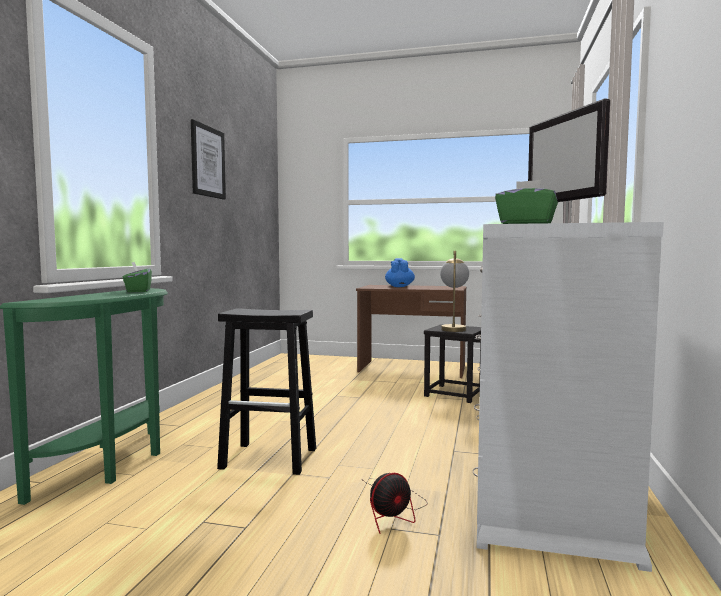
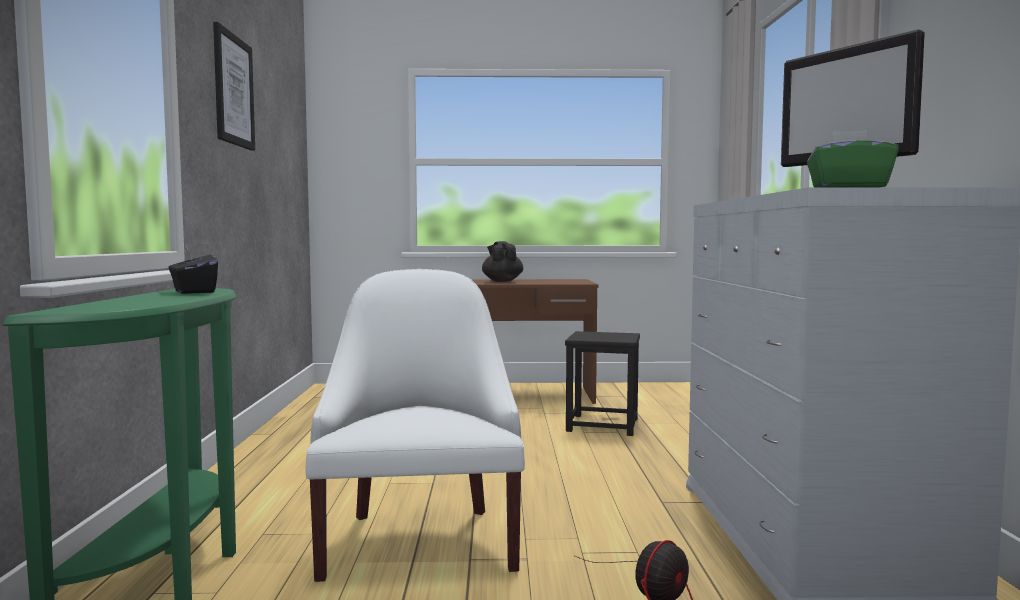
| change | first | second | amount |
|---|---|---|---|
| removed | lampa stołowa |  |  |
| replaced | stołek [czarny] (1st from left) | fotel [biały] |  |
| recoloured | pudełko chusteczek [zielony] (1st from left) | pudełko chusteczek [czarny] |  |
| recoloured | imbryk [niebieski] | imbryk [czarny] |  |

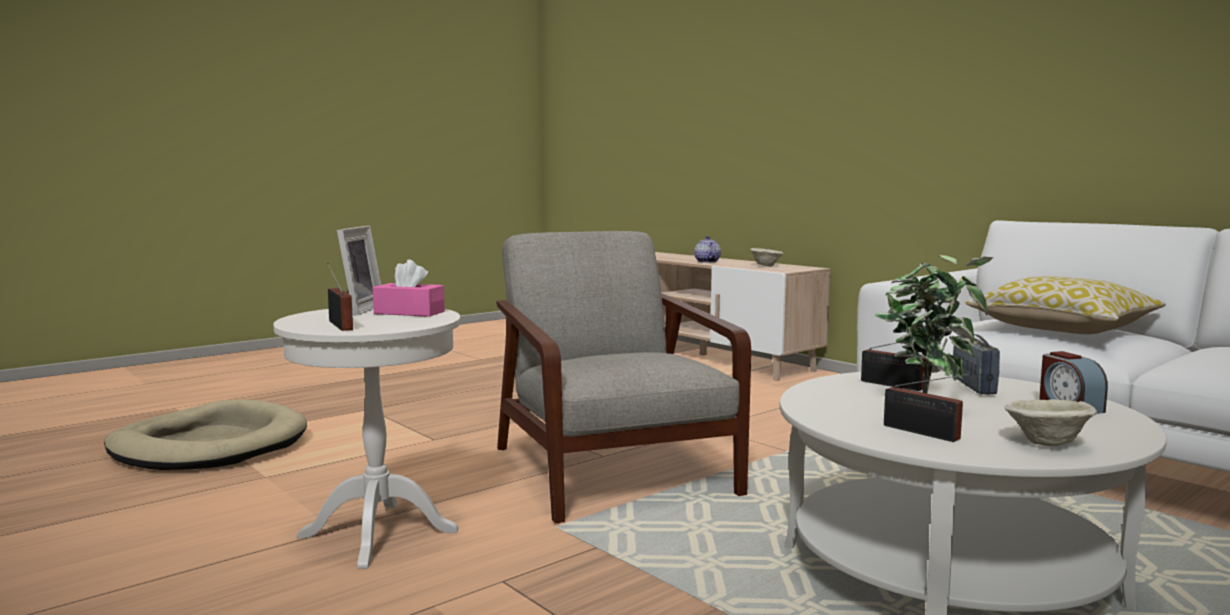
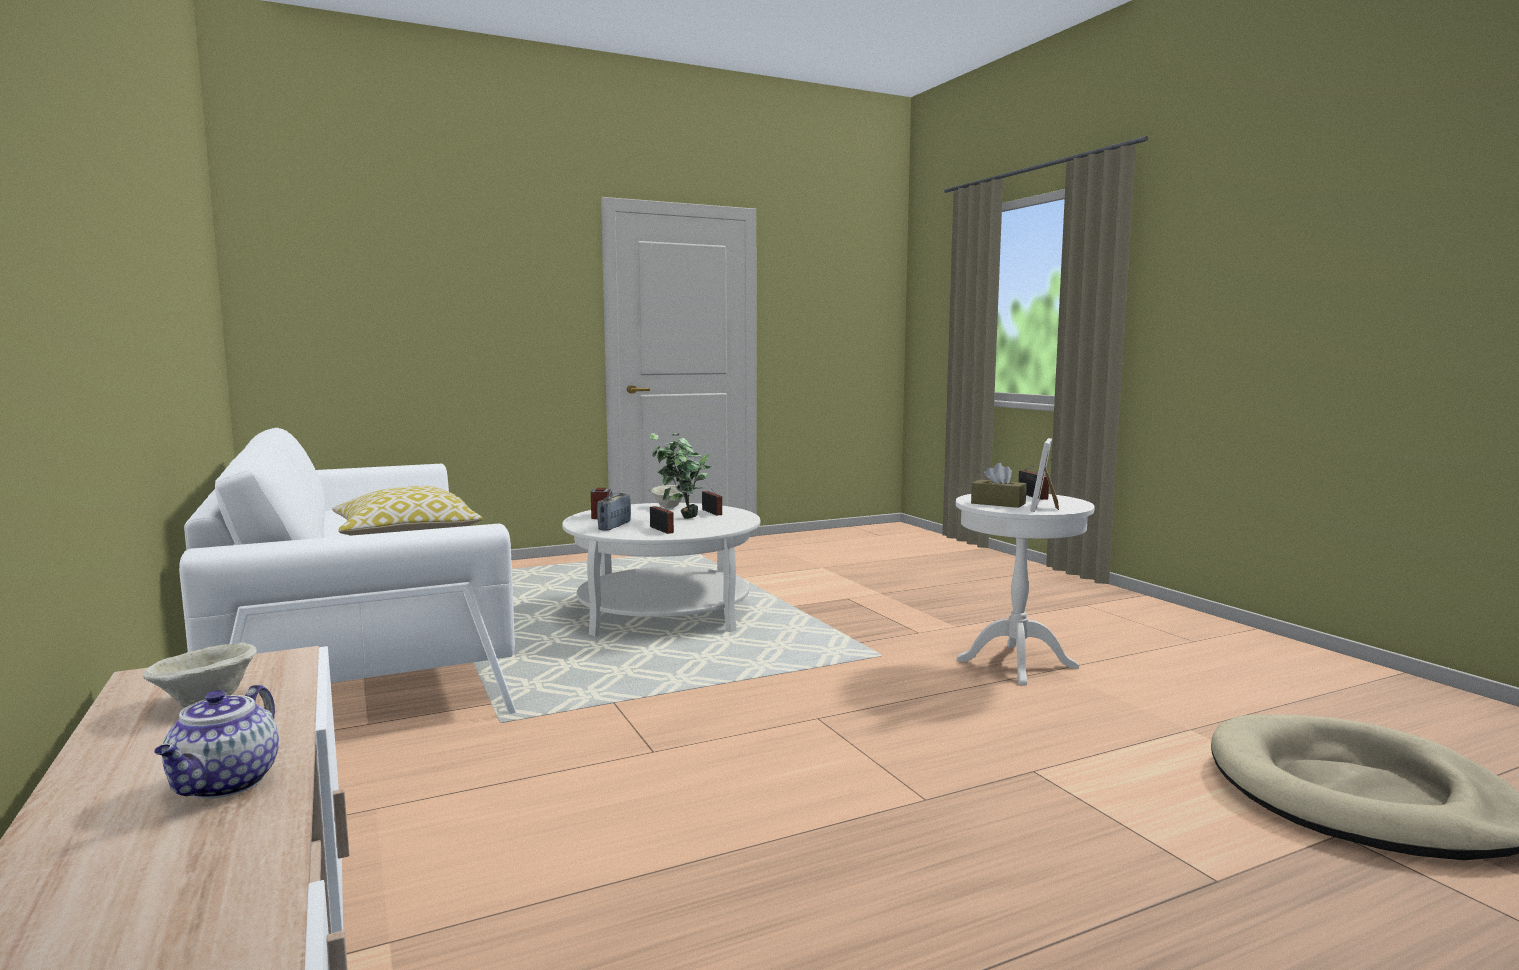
| change | first | second | amount |
|---|---|---|---|
| removed | fotel [szary] |  |  |
| recoloured | pudełko chusteczek [różowy] | pudełko chusteczek [brązowy] |  |

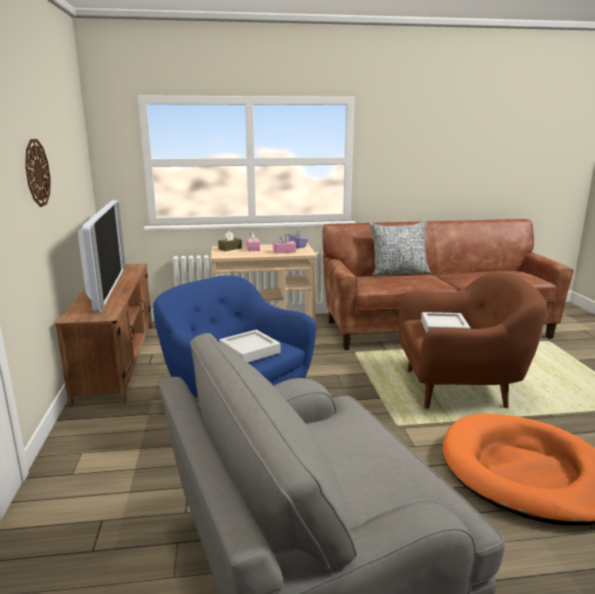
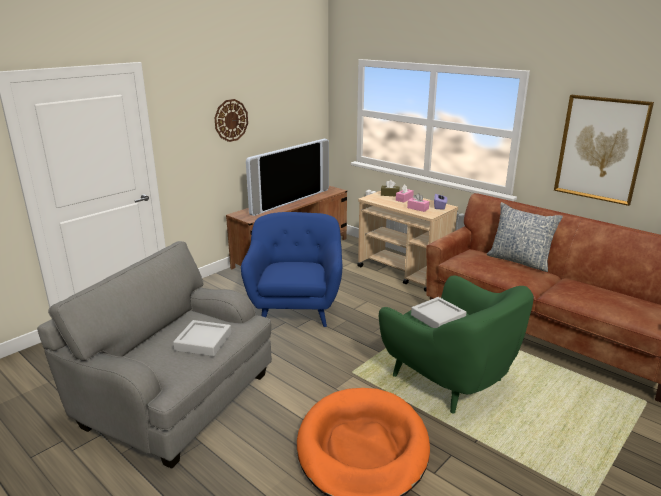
| change | first | second | amount |
|---|---|---|---|
| added |  | obraz |  |
| moved | taca [szary] (1st from left) |  |  |
| recoloured | fotel [brązowy] | fotel [zielony] |  |

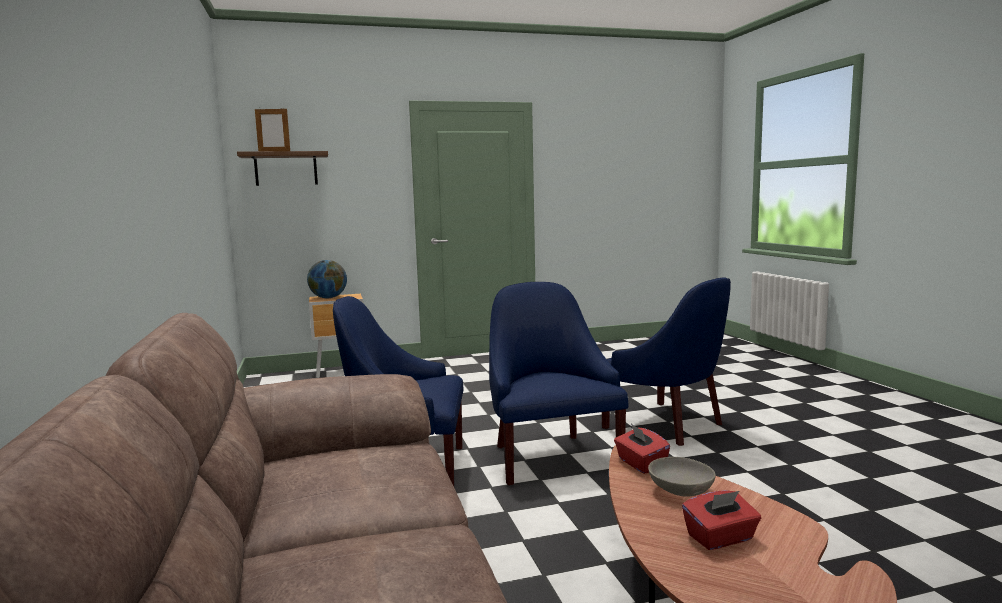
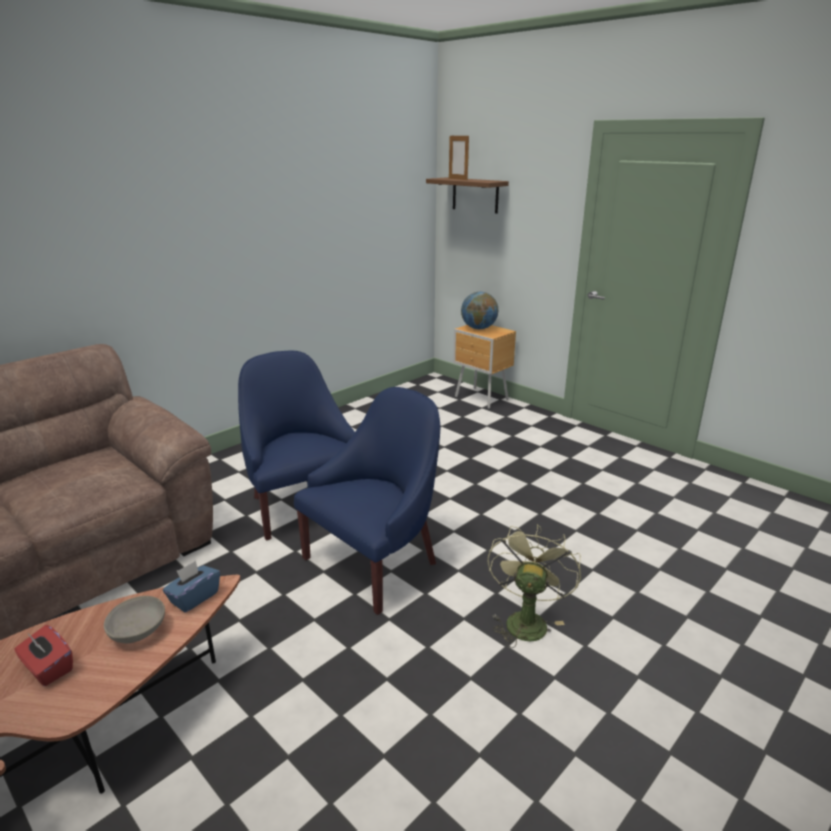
| change | first | second | amount |
|---|---|---|---|
| replaced | fotel [niebieski] (3rd from left) | wentylator [zielony] |  |
| recoloured | pudełko chusteczek [czerwony] (1st from left) | pudełko chusteczek [niebieski] |  |

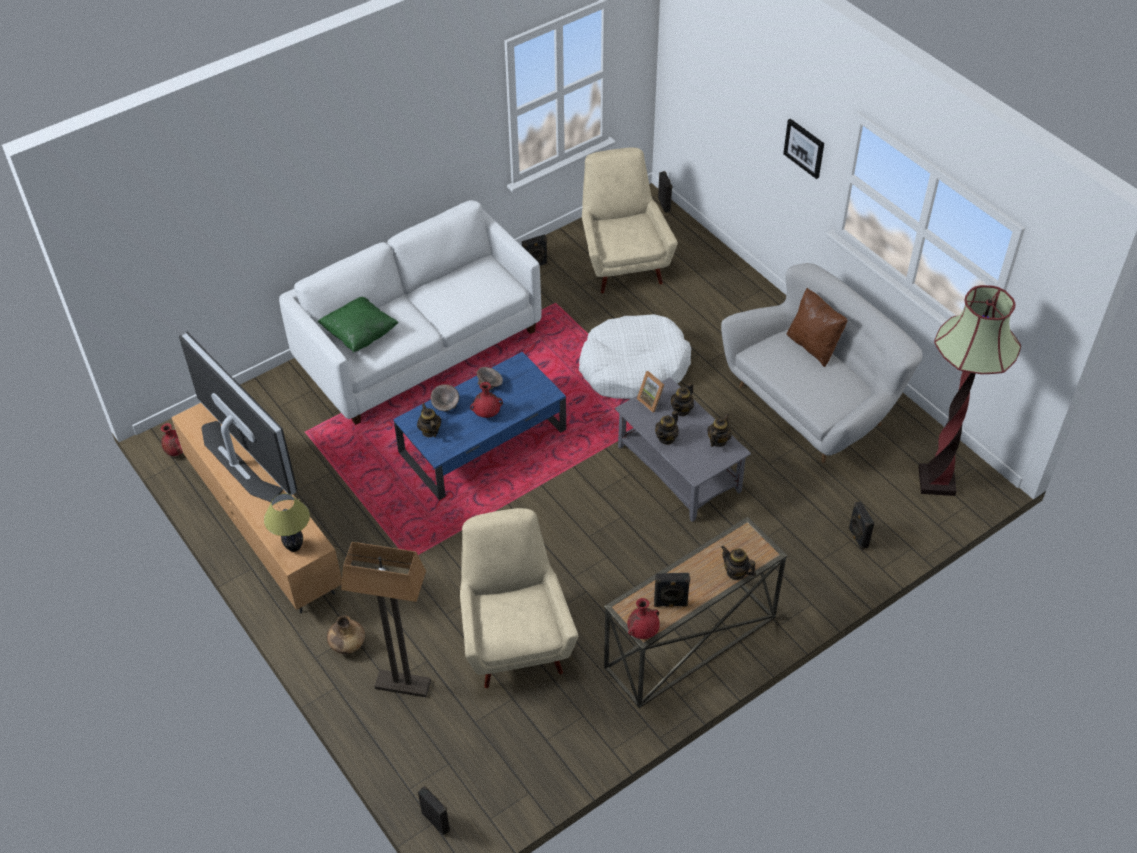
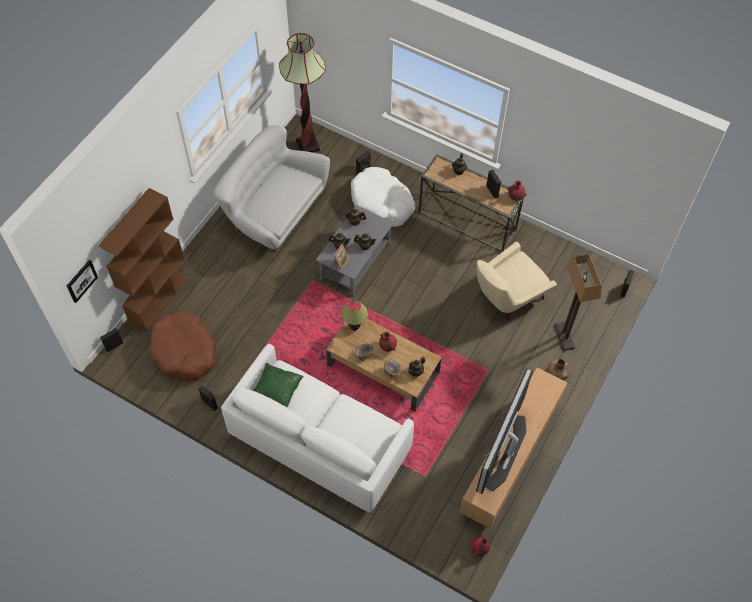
| change | first | second | amount |
|---|---|---|---|
| removed | poduszka [brązowy] |  |  |
| added |  | regał [brązowy] |  |
| moved | lampa stołowa |  |  |
| moved | poduszka [zielony] |  |  |
| moved | legowisko [biały] |  |  |
| moved | obraz |  |  |
| replaced | fotel [beżowy] (2nd from left) | legowisko [brązowy] |  |
| recoloured | ława [niebieski] | ława [brązowy] |  |

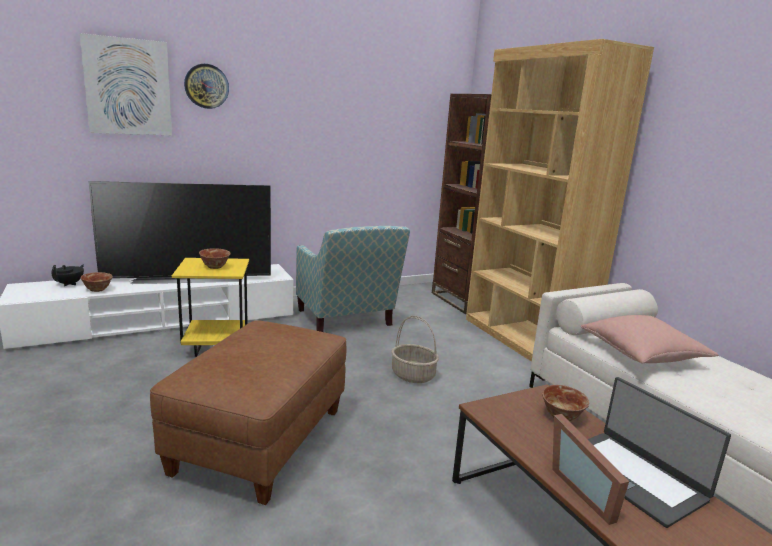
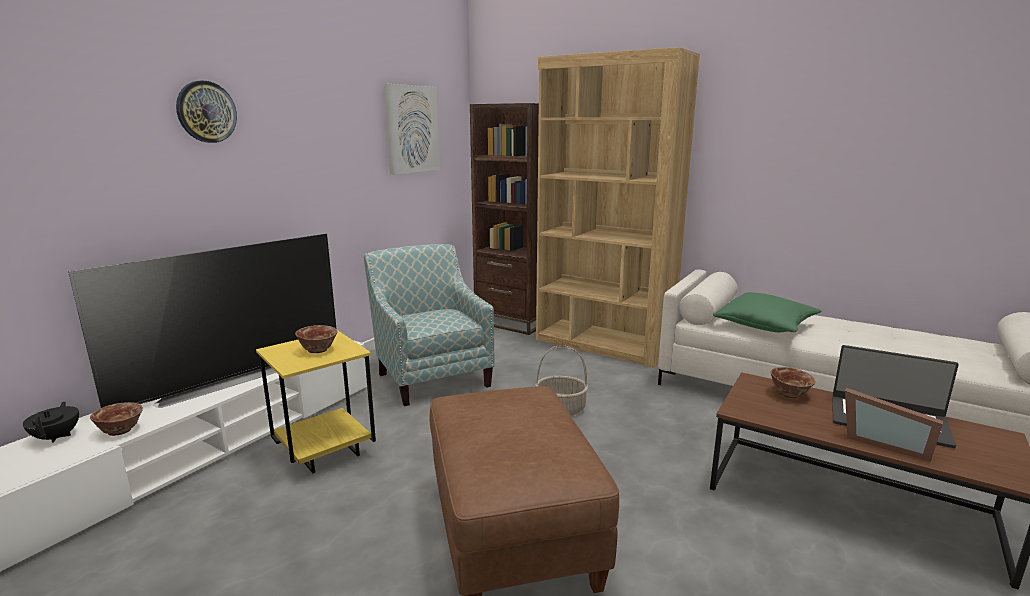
| change | first | second | amount |
|---|---|---|---|
| moved | obraz |  |  |
| recoloured | poduszka [różowy] | poduszka [zielony] |  |
| turned | fotel |  | 150 degrees counterclockwise |

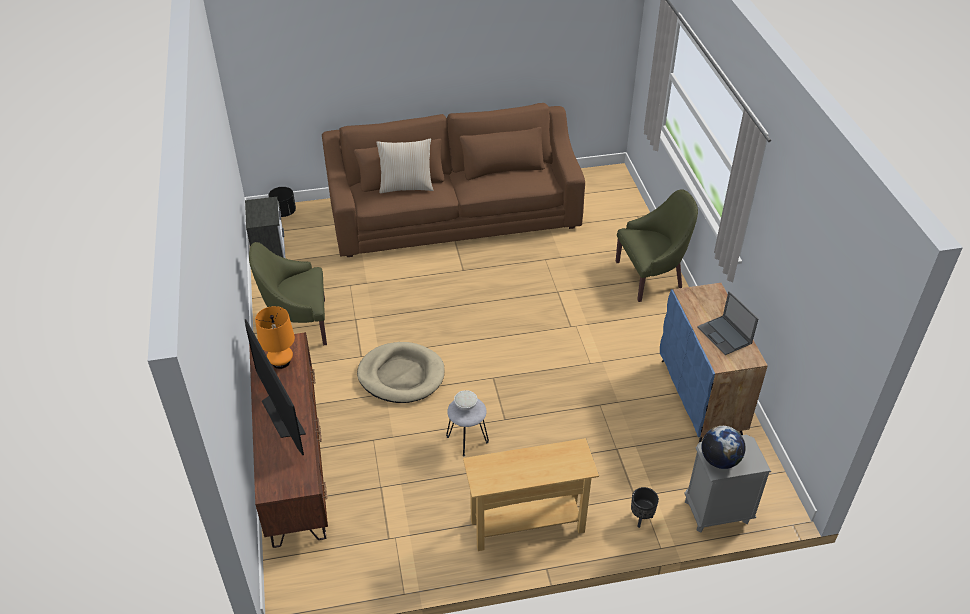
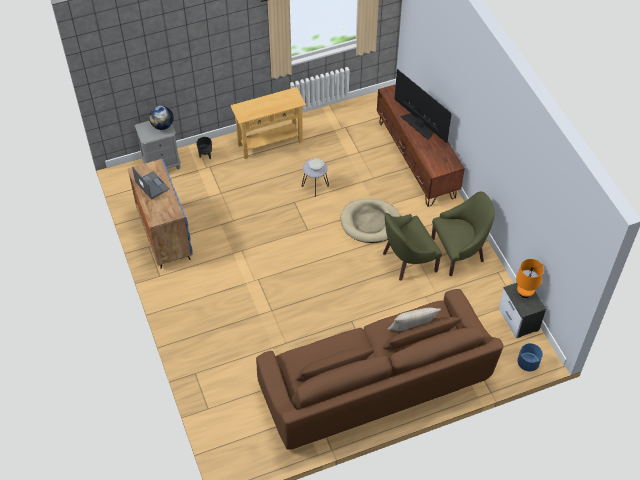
| change | first | second | amount |
|---|---|---|---|
| moved | lampa stołowa [pomarańczowy] |  |  |
| moved | fotel [zielony] (2nd from left in the first image) | fotel [zielony] (1st from left) |  |
| recoloured | donica [czarny] (1st from left) | donica [niebieski] |  |

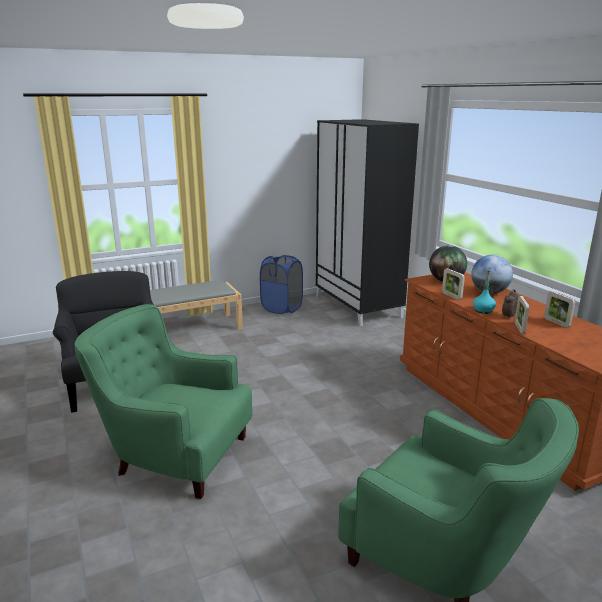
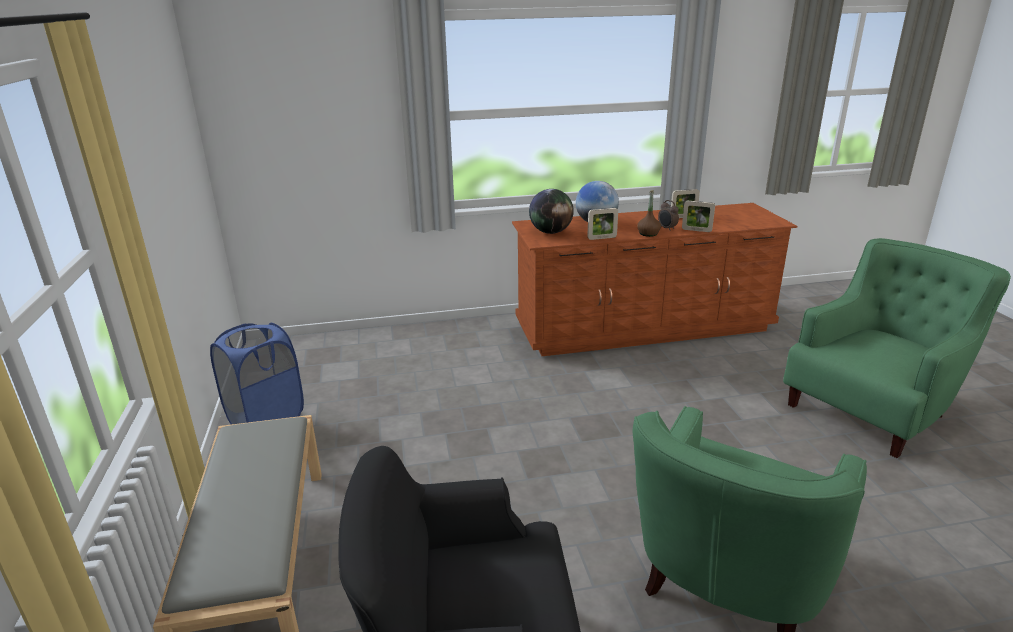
| change | first | second | amount |
|---|---|---|---|
| removed | szafa [czarny] |  |  |
| recoloured | butelka [turkusowy] | butelka [brązowy] |  |

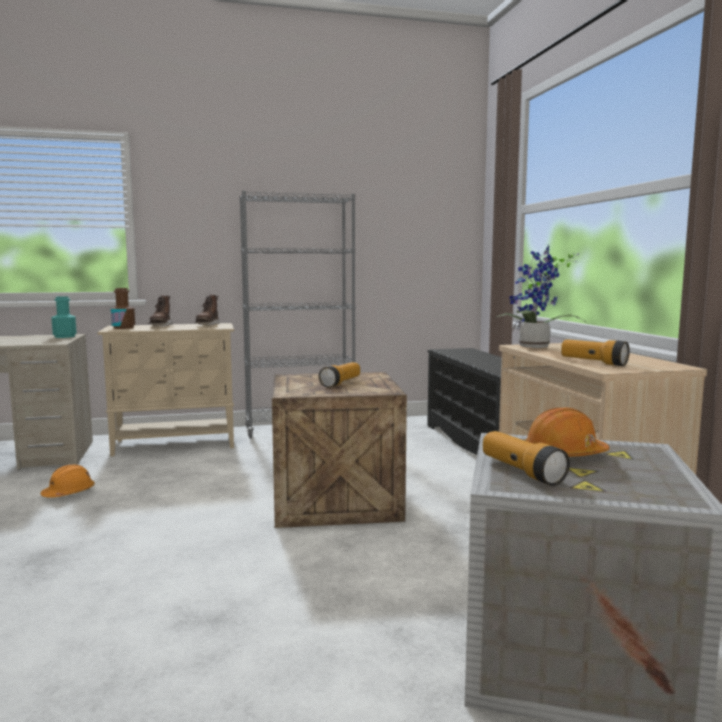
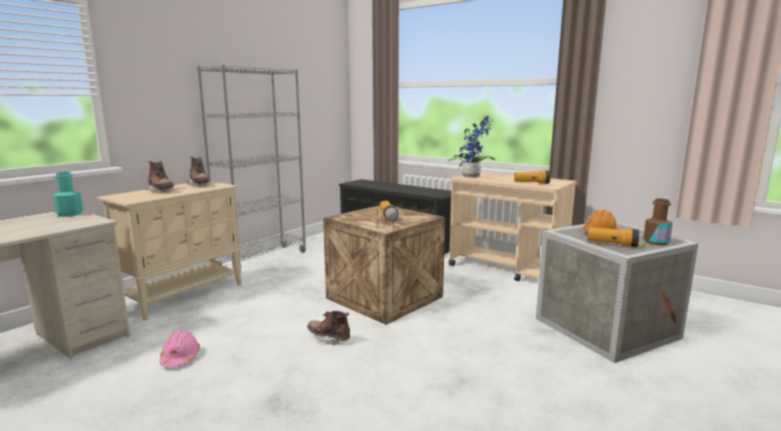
| change | first | second | amount |
|---|---|---|---|
| added |  | but z cholewką [brązowy] (3rd from left) |  |
| moved | butelka [brązowy] |  |  |
| recoloured | kask [pomarańczowy] (1st from left) | kask [różowy] |  |

